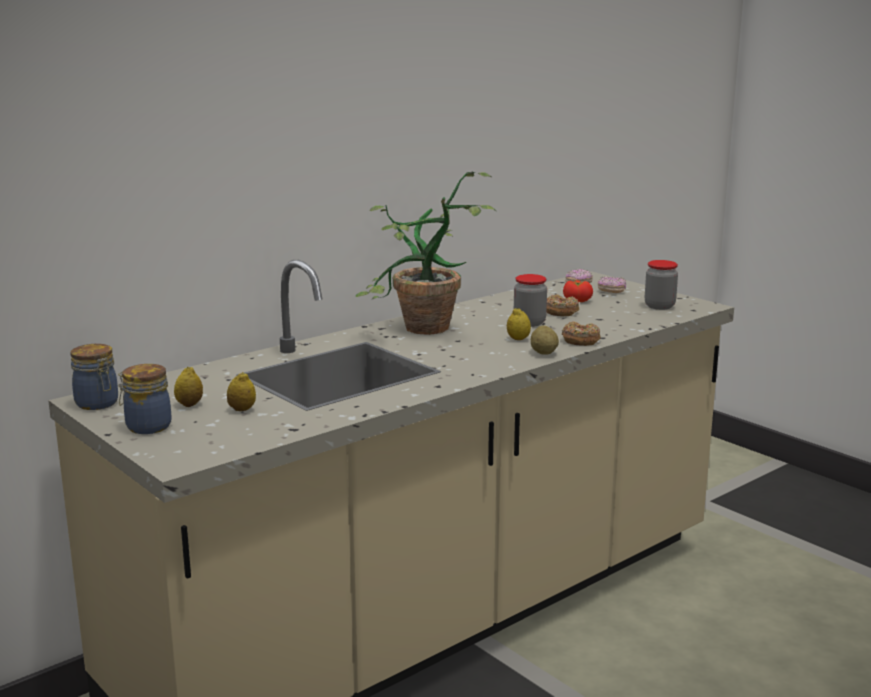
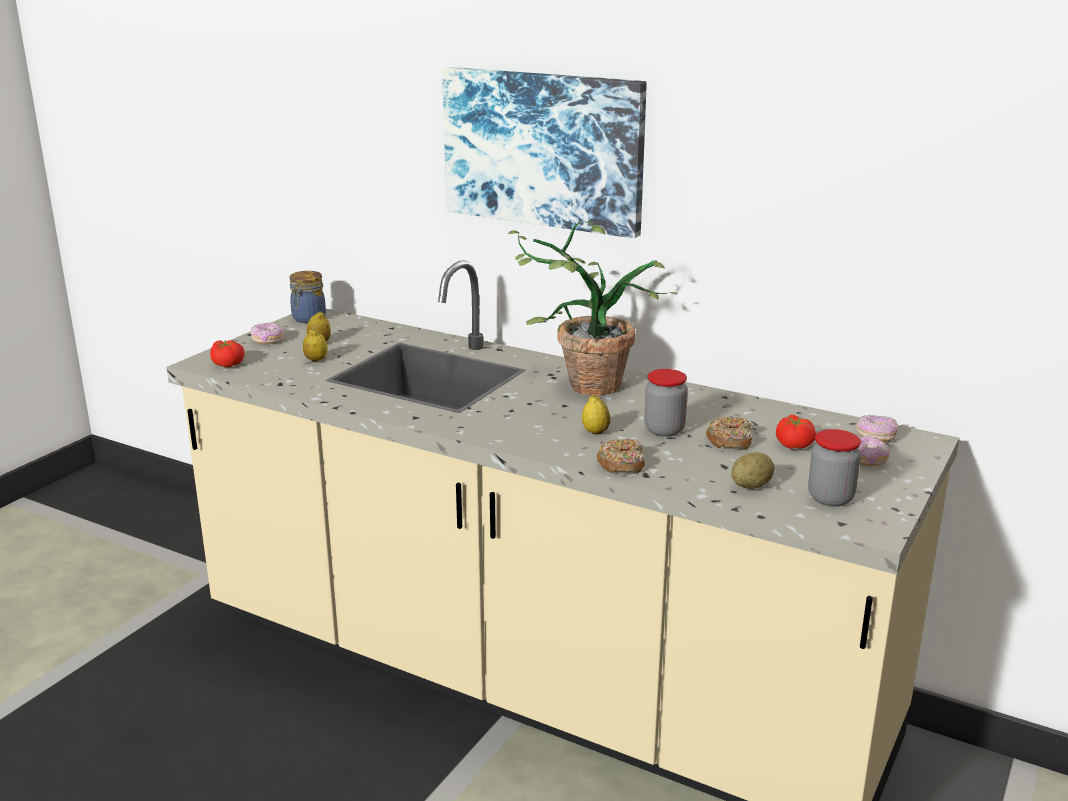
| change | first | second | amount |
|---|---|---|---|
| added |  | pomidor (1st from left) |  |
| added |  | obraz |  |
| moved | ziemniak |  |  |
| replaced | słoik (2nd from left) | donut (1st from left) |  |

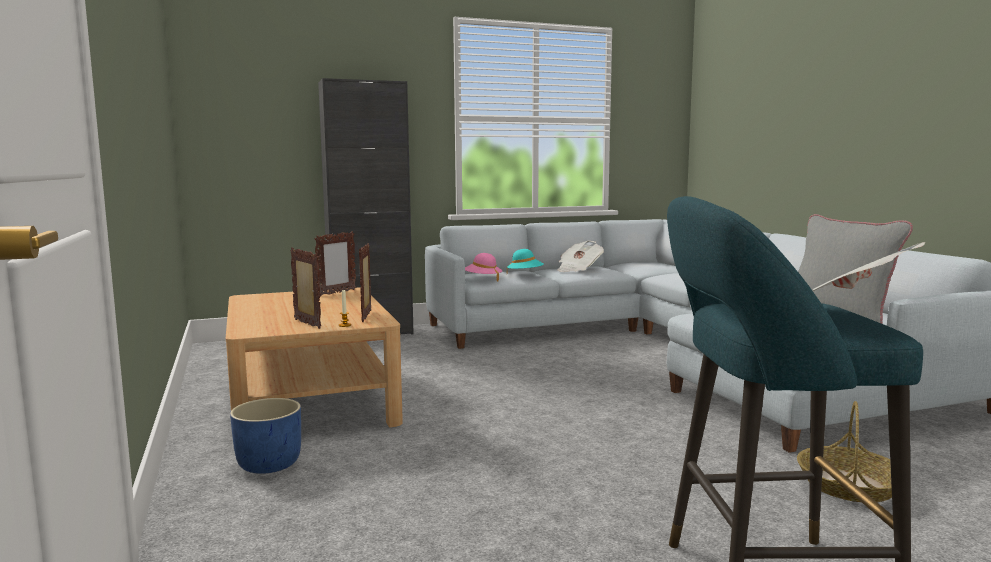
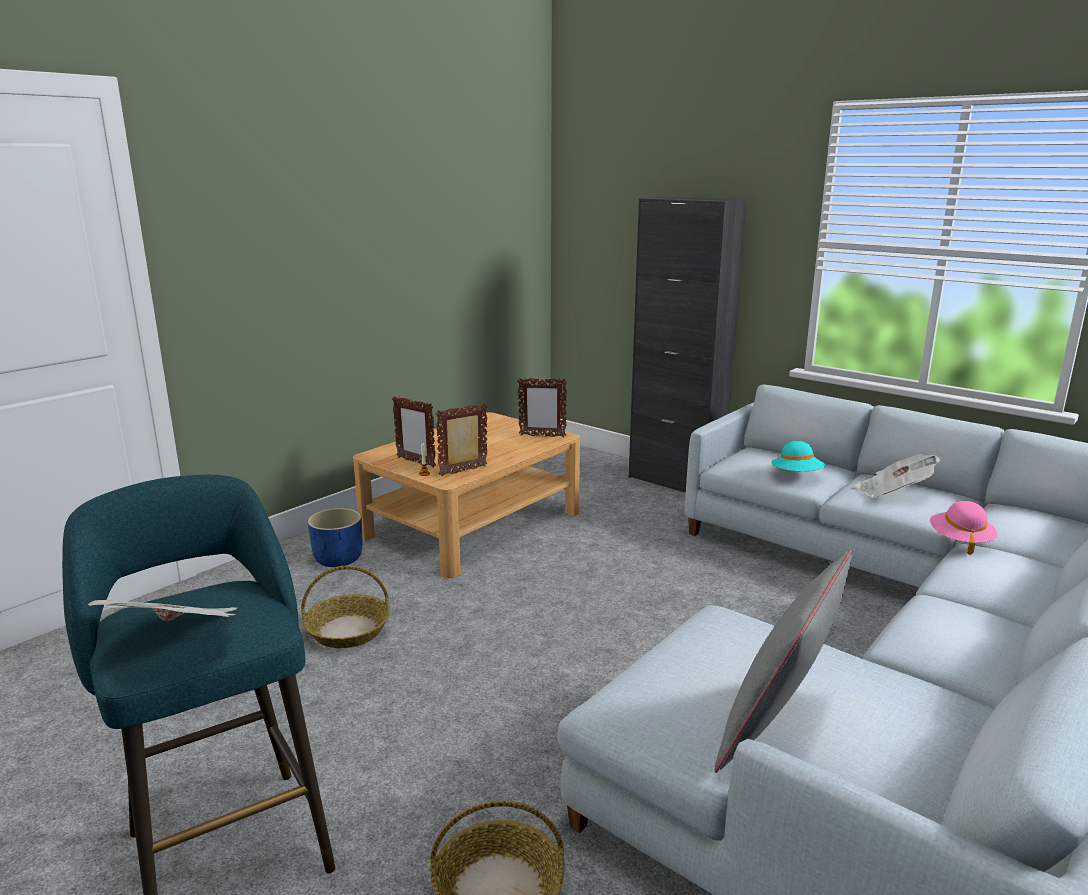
| change | first | second | amount |
|---|---|---|---|
| added |  | koszyk (1st from left) |  |
| moved | kapelusz [różowy] |  |  |
| turned | ramka na zdjęcie (1st from left) |  | 105 degrees clockwise |

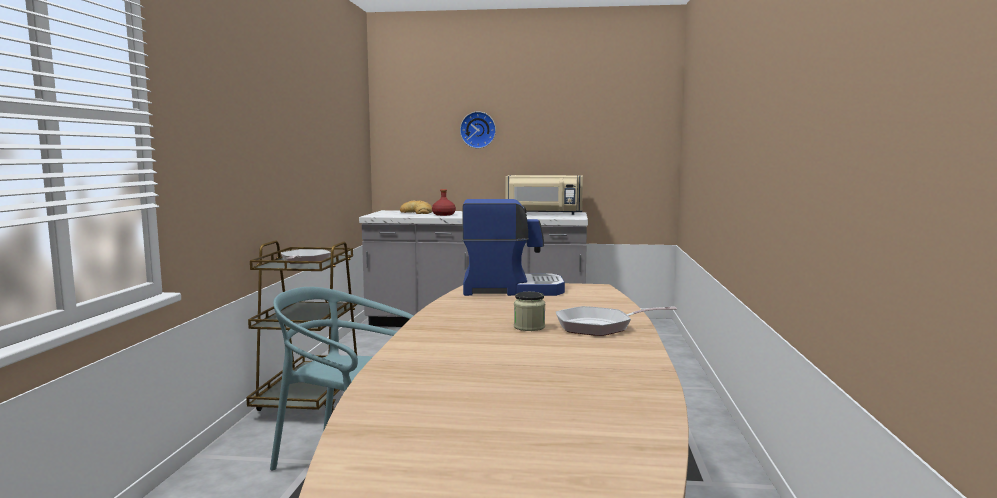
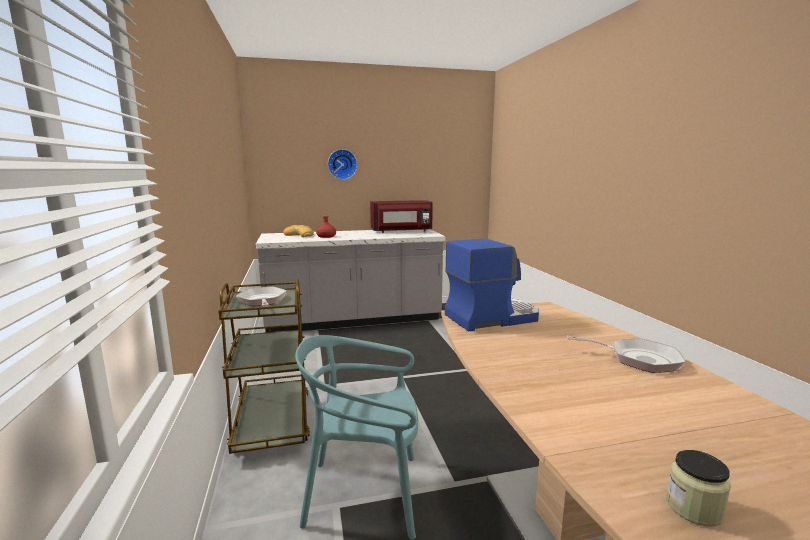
| change | first | second | amount |
|---|---|---|---|
| moved | słoik |  |  |
| recoloured | mikrofalówka [beżowy] | mikrofalówka [czerwony] |  |
| turned | patelnia (2nd from left) |  | 135 degrees counterclockwise |

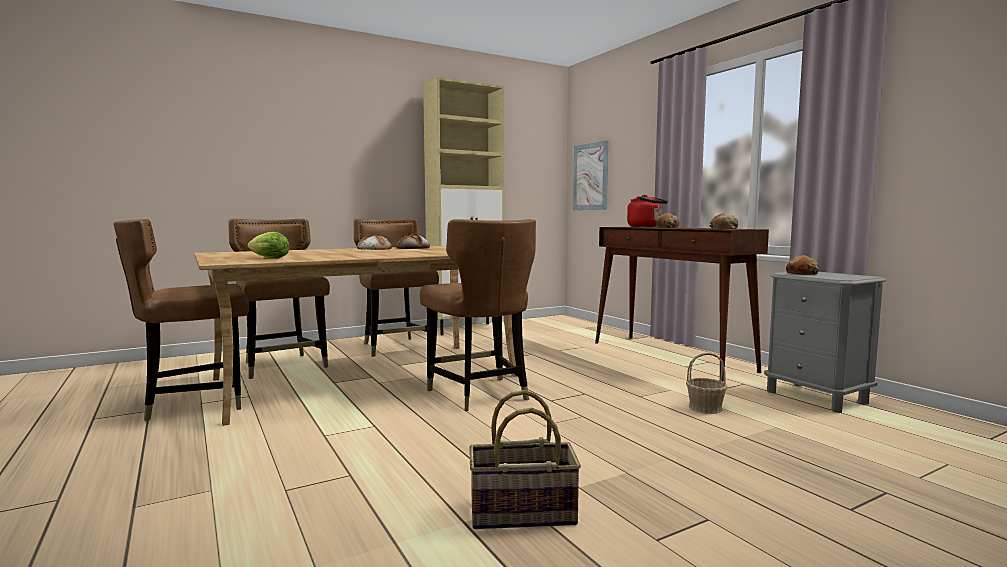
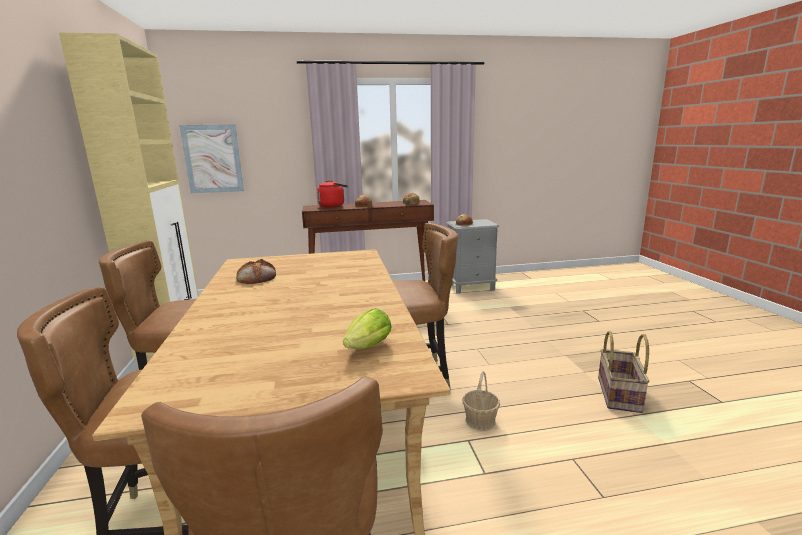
| change | first | second | amount |
|---|---|---|---|
| removed | chleb (1st from left) |  |  |
| moved | koszyk (2nd from left in the first image) | koszyk (1st from left) |  |

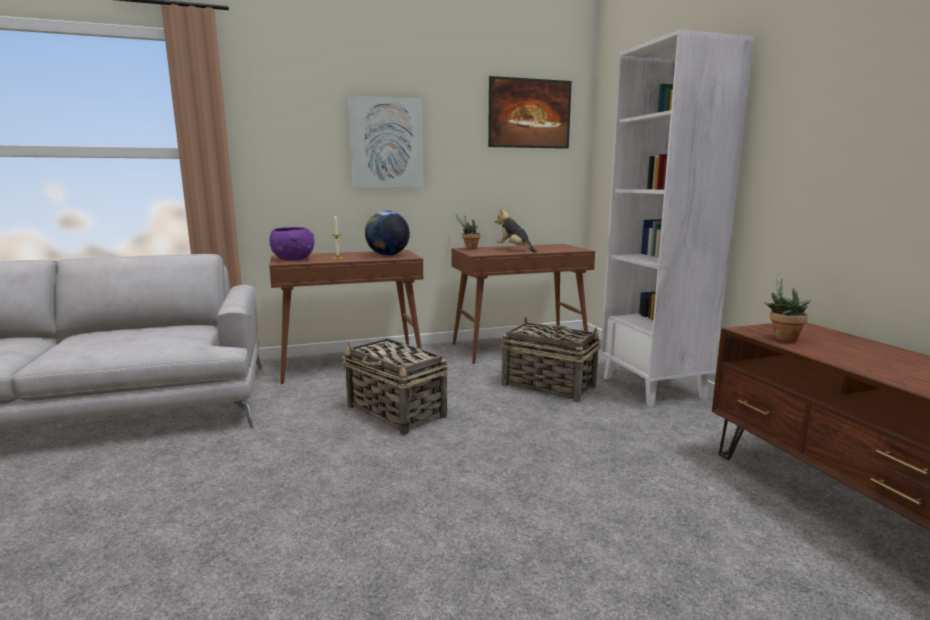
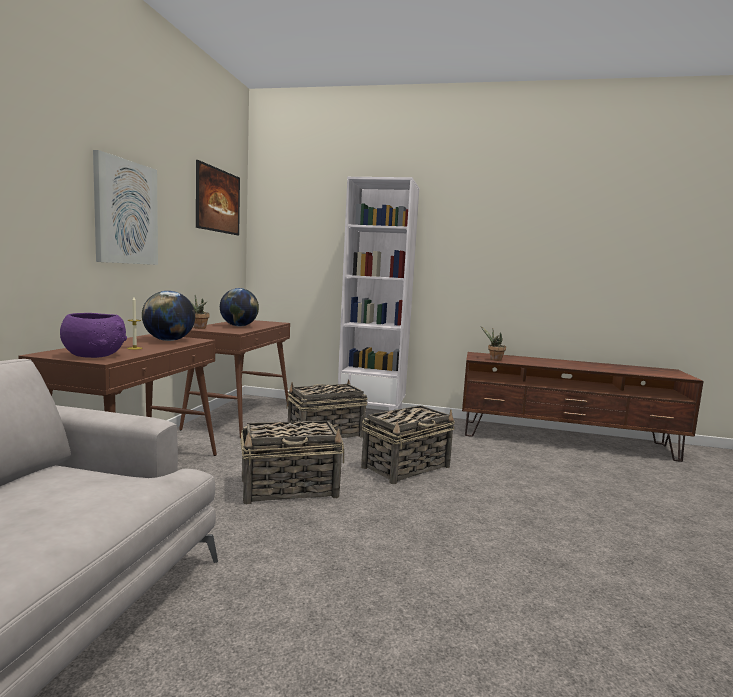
| change | first | second | amount |
|---|---|---|---|
| added |  | koszyk (3rd from left) |  |
| replaced | pluszak | globus (2nd from left) |  |

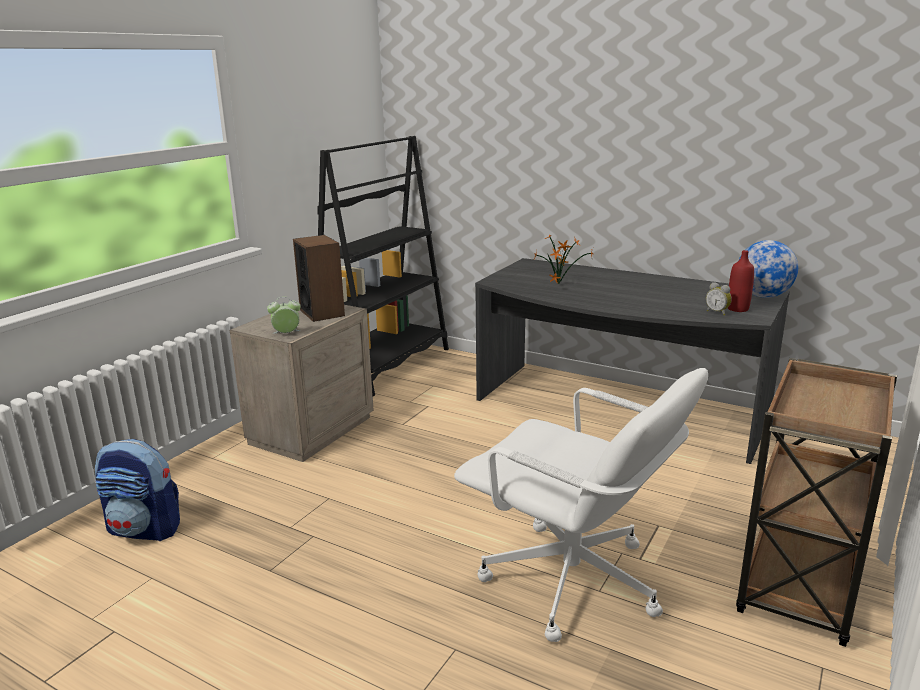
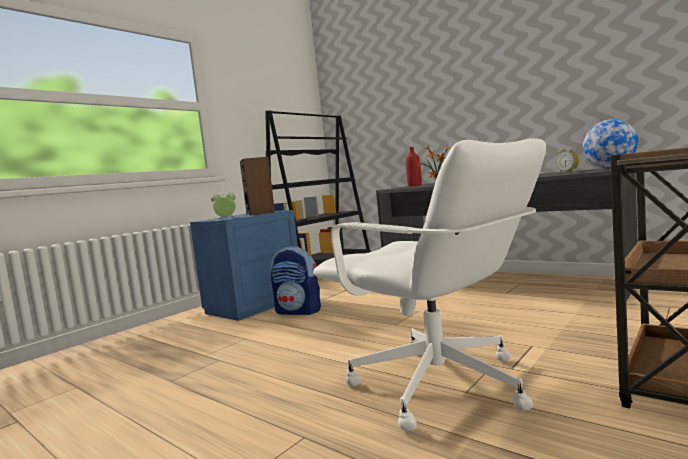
| change | first | second | amount |
|---|---|---|---|
| moved | plecak |  |  |
| moved | butelka [czerwony] |  |  |
| recoloured | szafka nocna [beżowy] | szafka nocna [niebieski] |  |

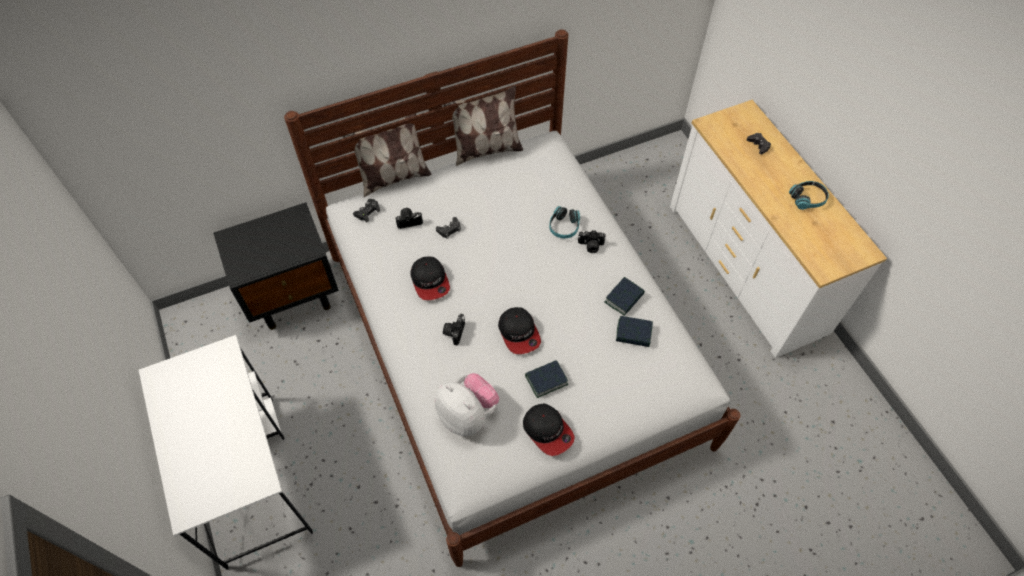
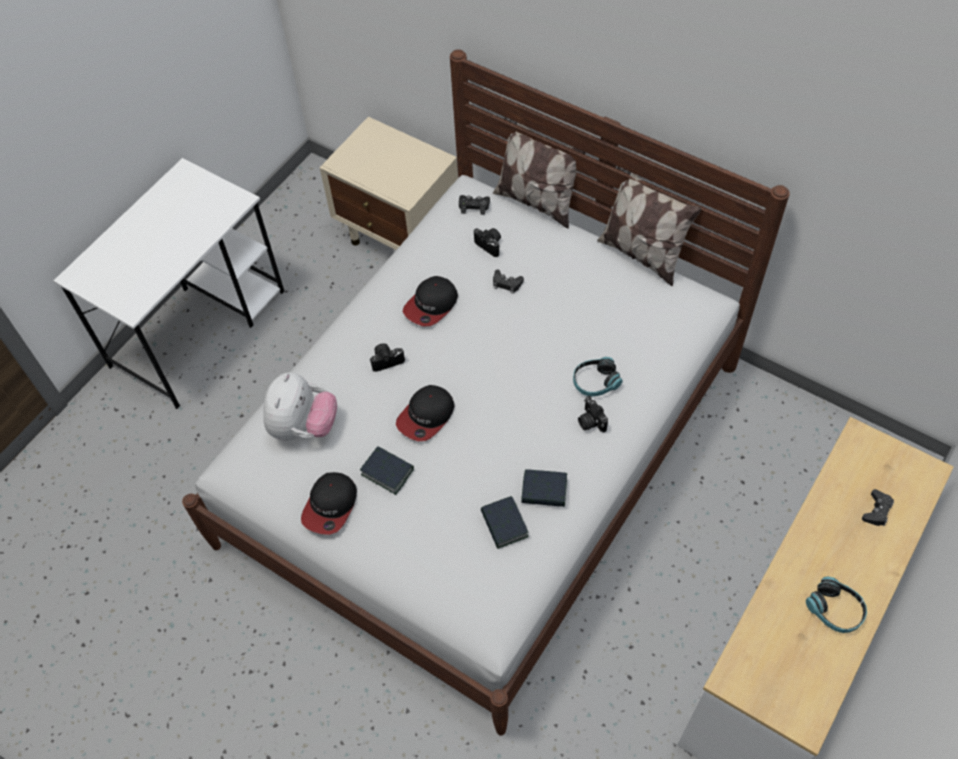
| change | first | second | amount |
|---|---|---|---|
| recoloured | szafka nocna [czarny] | szafka nocna [beżowy] |  |

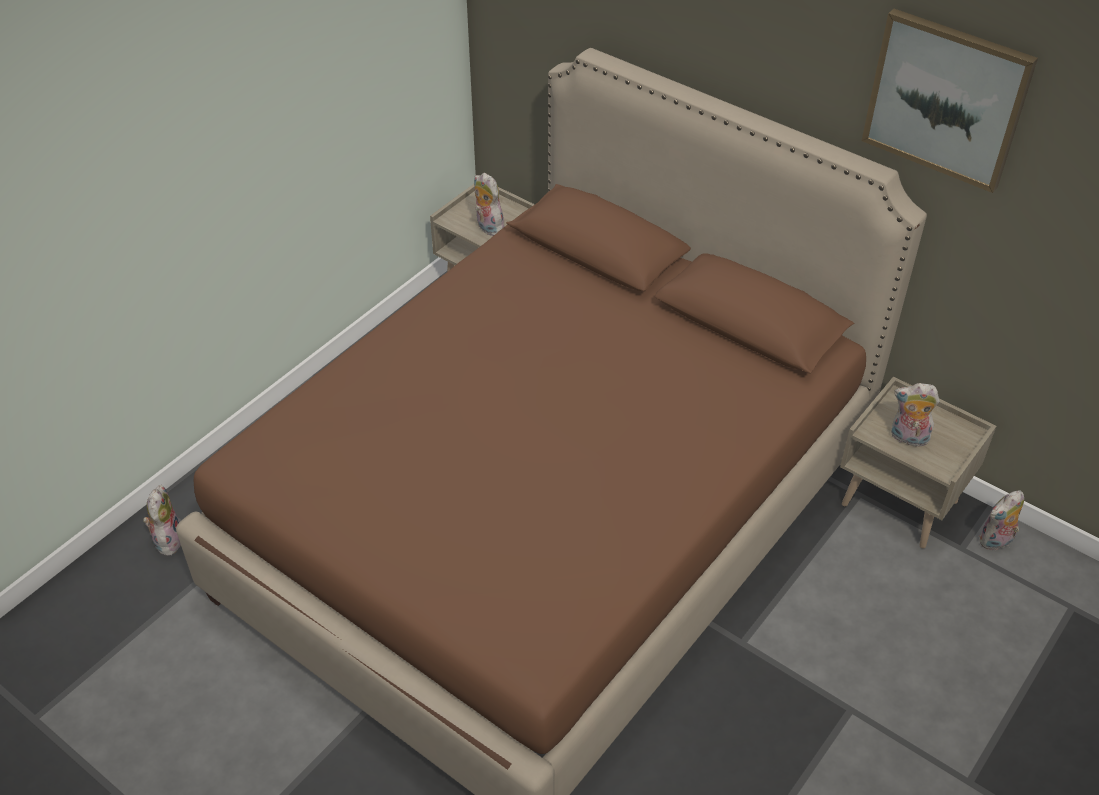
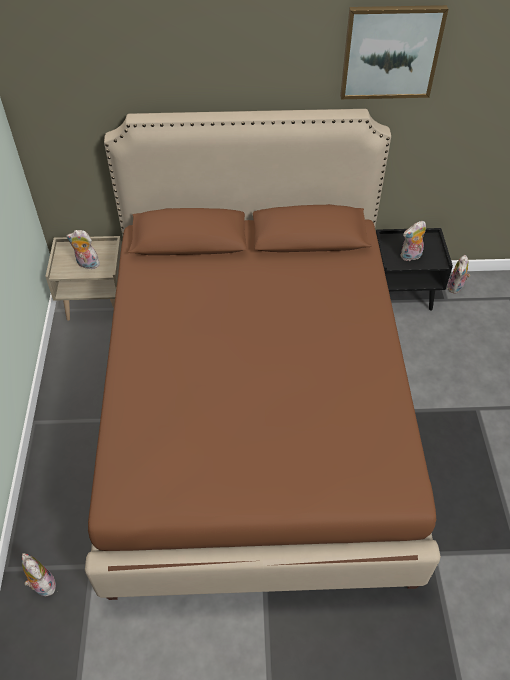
| change | first | second | amount |
|---|---|---|---|
| recoloured | szafka nocna [beżowy] (2nd from left) | szafka nocna [czarny] |  |

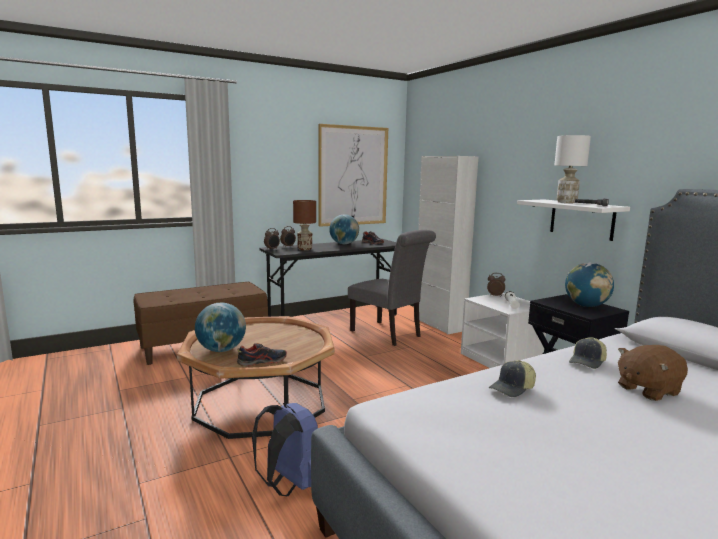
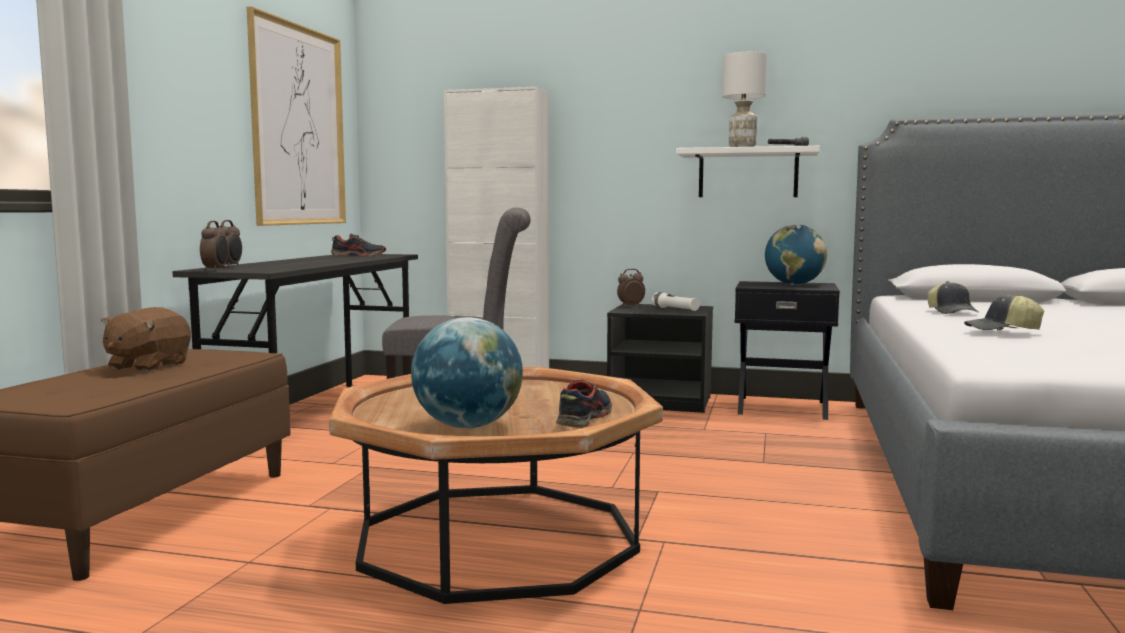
| change | first | second | amount |
|---|---|---|---|
| removed | plecak [niebieski] |  |  |
| removed | lampa stołowa [brązowy] |  |  |
| removed | globus (2nd from left) |  |  |
| moved | pluszak [brązowy] |  |  |
| recoloured | szafka nocna [biały] | szafka nocna [czarny] (1st from left) |  |
| turned | czapka z daszkiem (1st from left in the first image) | czapka z daszkiem (2nd from left) | 90 degrees clockwise |

